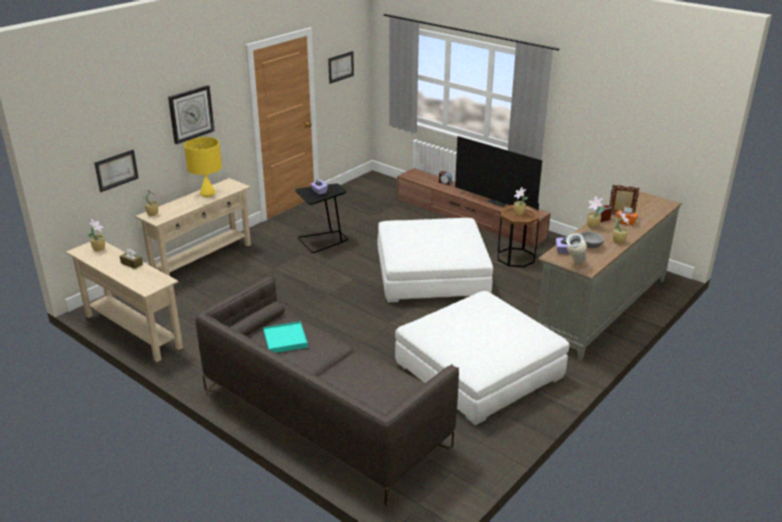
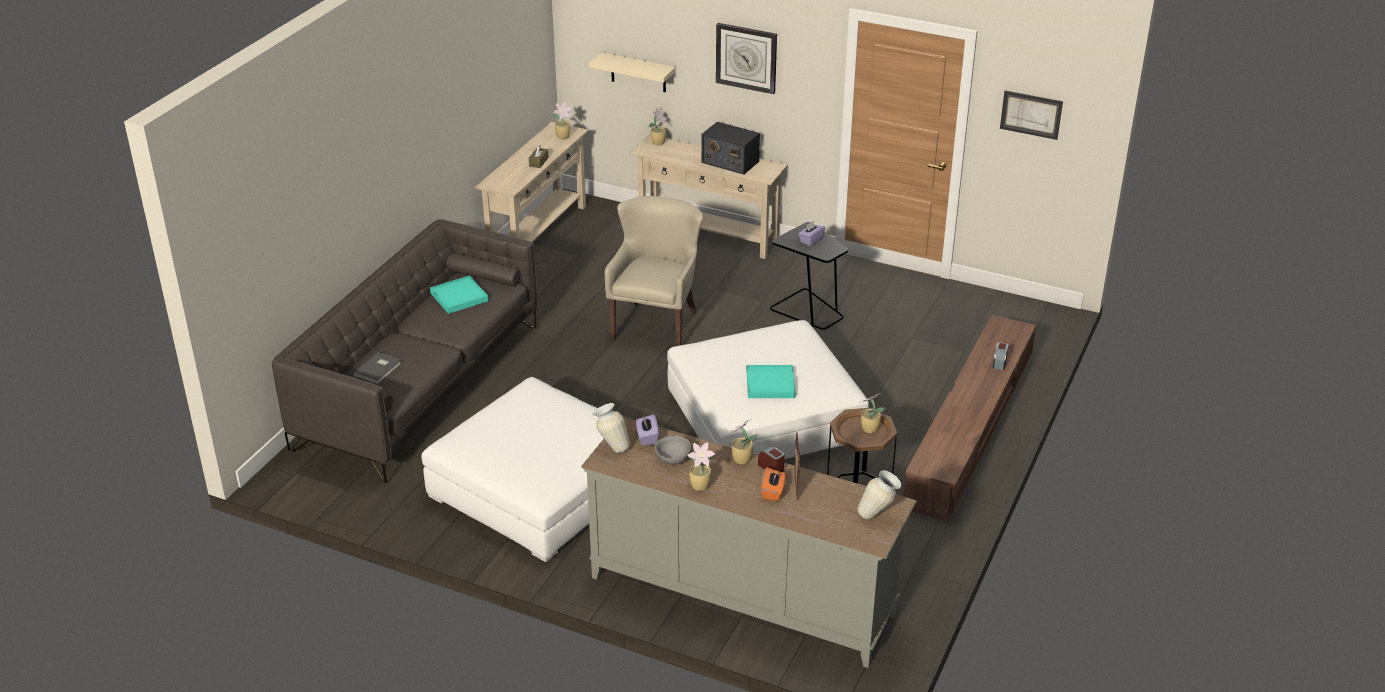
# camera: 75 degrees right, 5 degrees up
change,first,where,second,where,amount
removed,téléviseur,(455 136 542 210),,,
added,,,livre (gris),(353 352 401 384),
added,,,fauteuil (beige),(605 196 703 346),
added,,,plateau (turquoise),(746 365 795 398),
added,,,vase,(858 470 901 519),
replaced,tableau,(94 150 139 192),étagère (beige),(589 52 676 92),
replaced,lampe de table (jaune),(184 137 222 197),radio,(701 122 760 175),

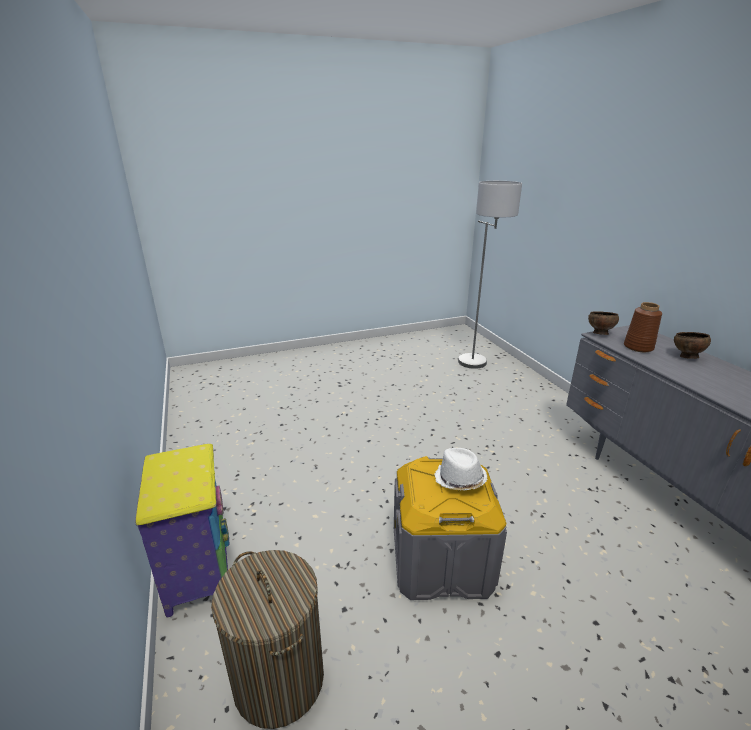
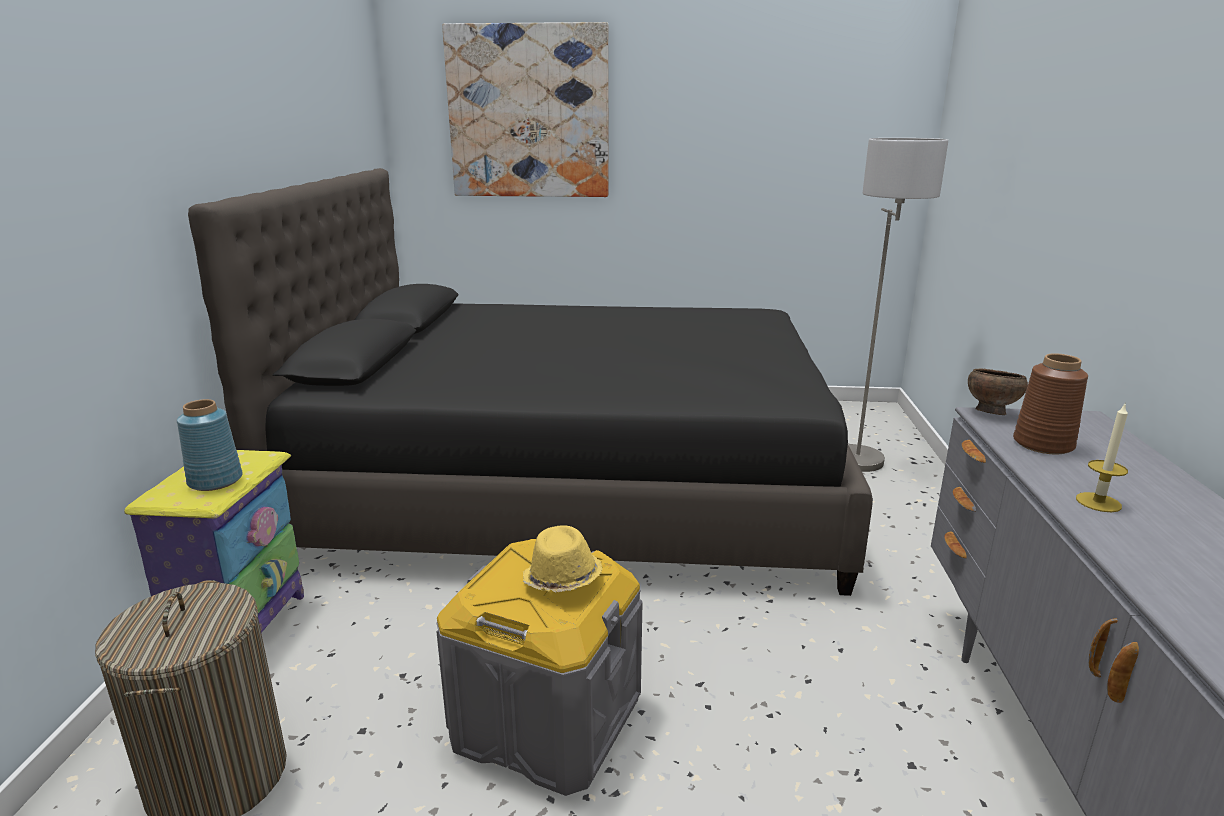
# camera: 25 degrees right, 5 degrees down
change,first,where,second,where,amount
removed,bol (marron),(674 332 711 359),,,
added,,,vase (bleu),(177 399 243 491),
added,,,lit (noir),(188 168 873 596),
added,,,tableau,(442 22 609 197),
added,,,bougie,(1076 402 1128 512),
recoloured,chapeau (blanc),(435 448 487 491),chapeau (jaune),(523 525 602 592),

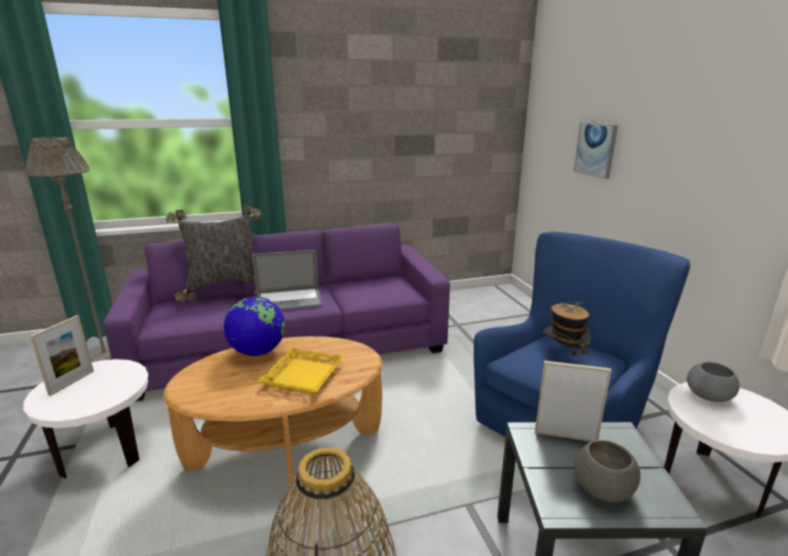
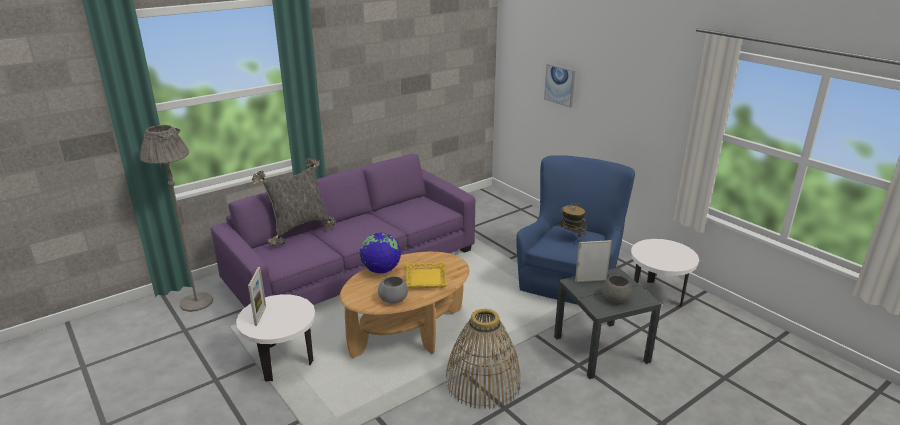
# camera: 20 degrees left, 5 degrees up
change,first,where,second,where,amount
removed,ordinateur portable,(253 250 322 310),,,
moved,bol (gris),(687 362 740 402),,(378 276 408 304),

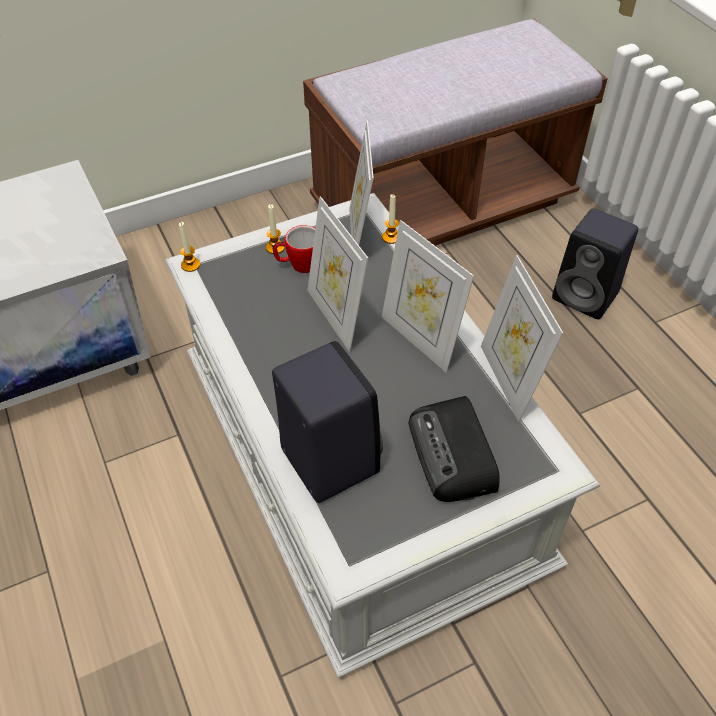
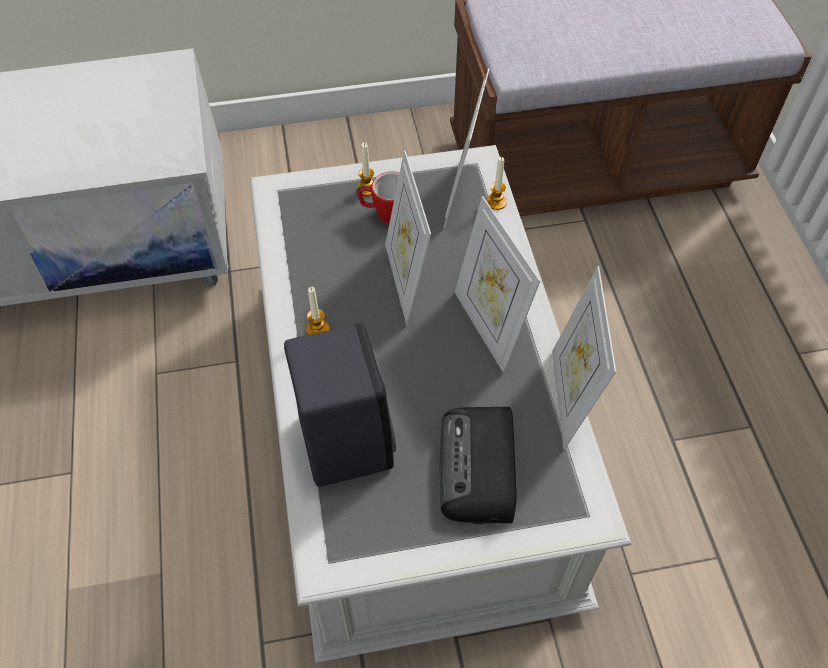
# camera: 15 degrees right, 5 degrees up
change,first,where,second,where,amount
removed,enceinte (noir),(552 208 638 319),,,
moved,bougie,(179 222 200 272),,(306 287 329 335),

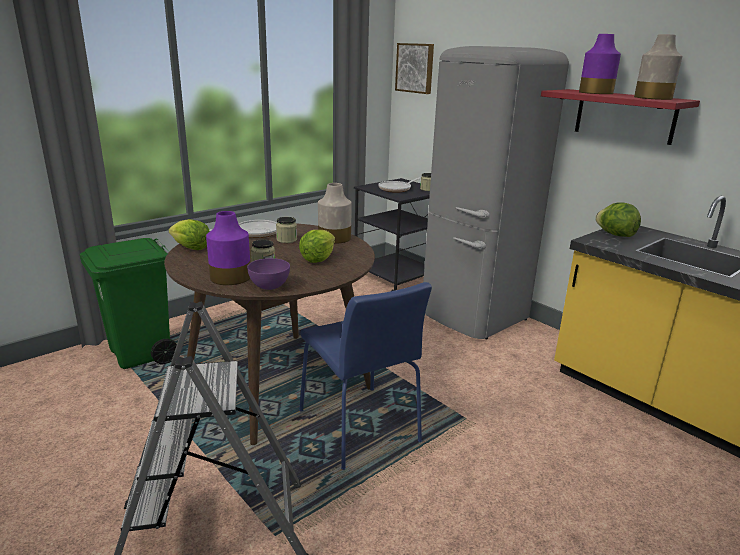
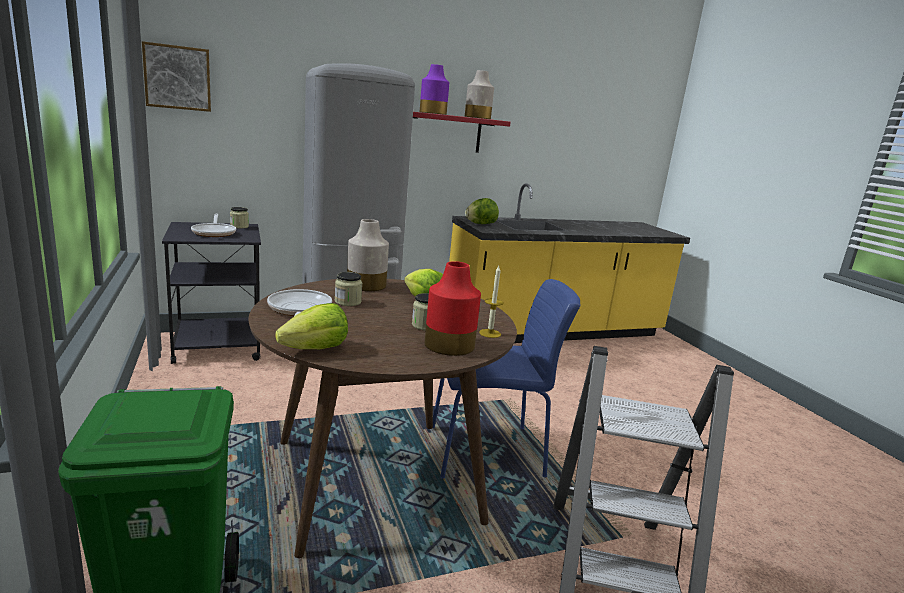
# camera: 70 degrees left, 5 degrees down
change,first,where,second,where,amount
replaced,bol (violet),(247 258 290 290),bougie,(479 266 504 338),
recoloured,vase (violet),(206 211 250 285),vase (rouge),(424 261 481 356),

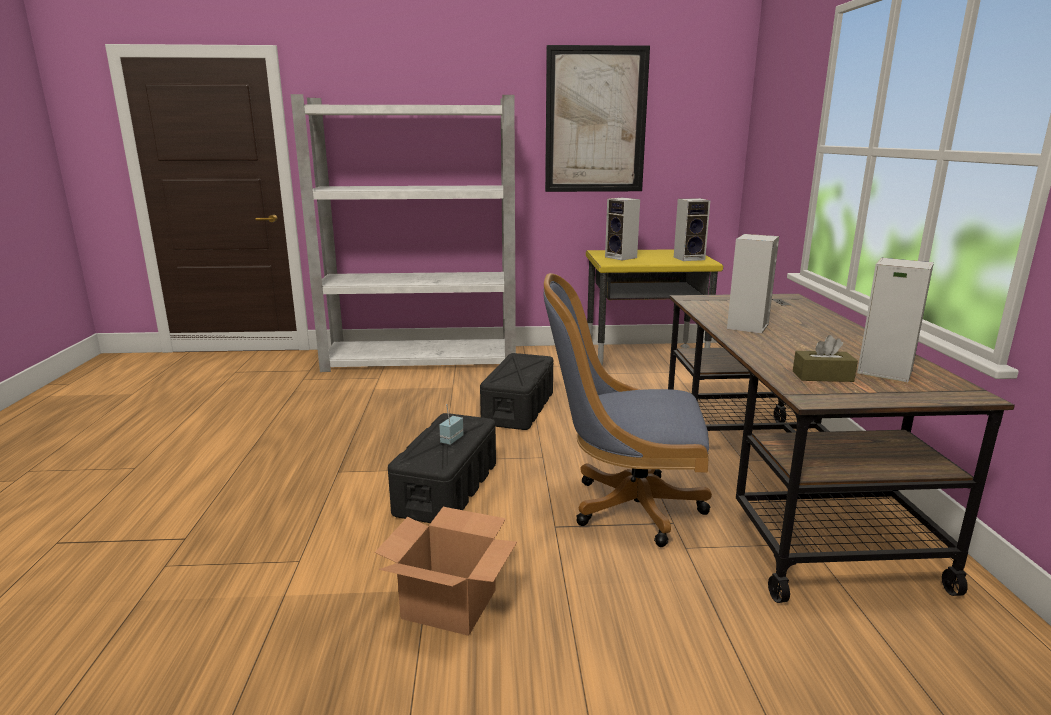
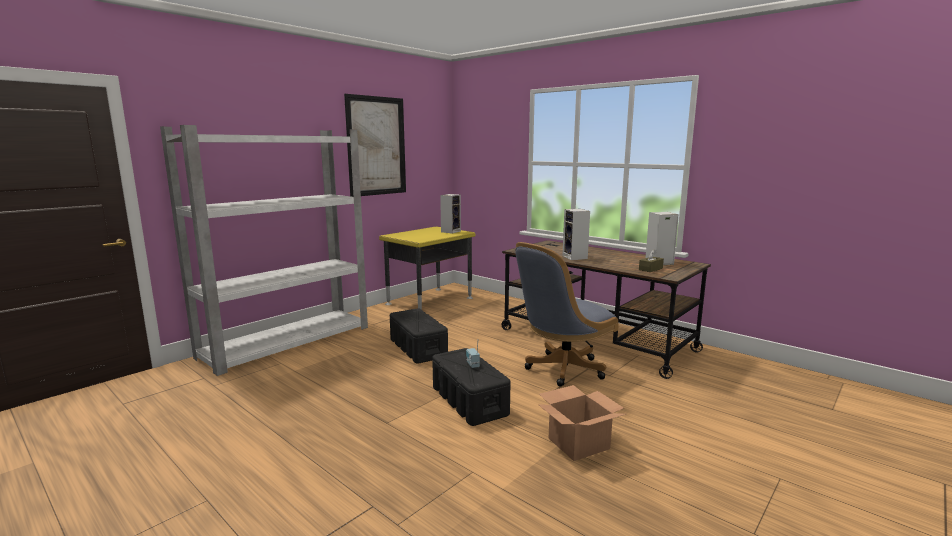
# camera: 45 degrees left, 5 degrees down
change,first,where,second,where,amount
removed,enceinte,(605 197 640 261),,,

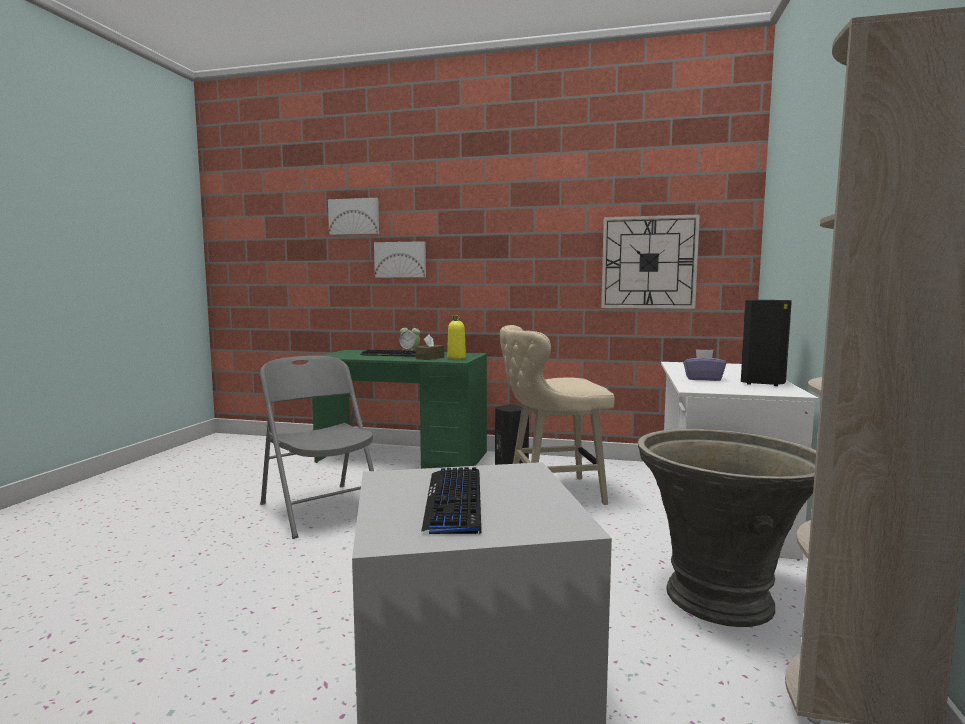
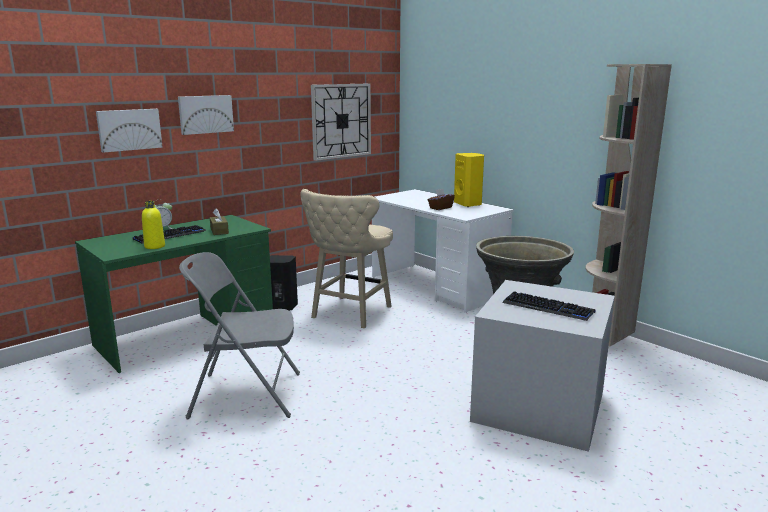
# camera: 55 degrees left, 10 degrees up
change,first,where,second,where,amount
moved,tableau,(328 198 379 235),,(178 95 234 135),
moved,bouteille (jaune),(447 315 466 359),,(142 201 165 249),
recoloured,boîte à mouchoirs (violet),(683 349 726 381),boîte à mouchoirs (marron),(428 189 455 210),
recoloured,enceinte (noir),(741 300 792 386),enceinte (jaune),(454 153 484 207),

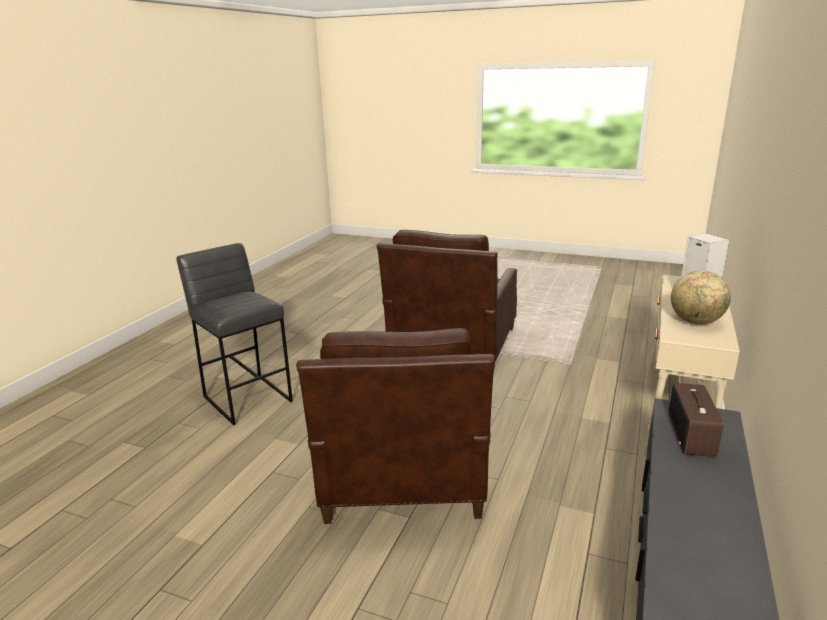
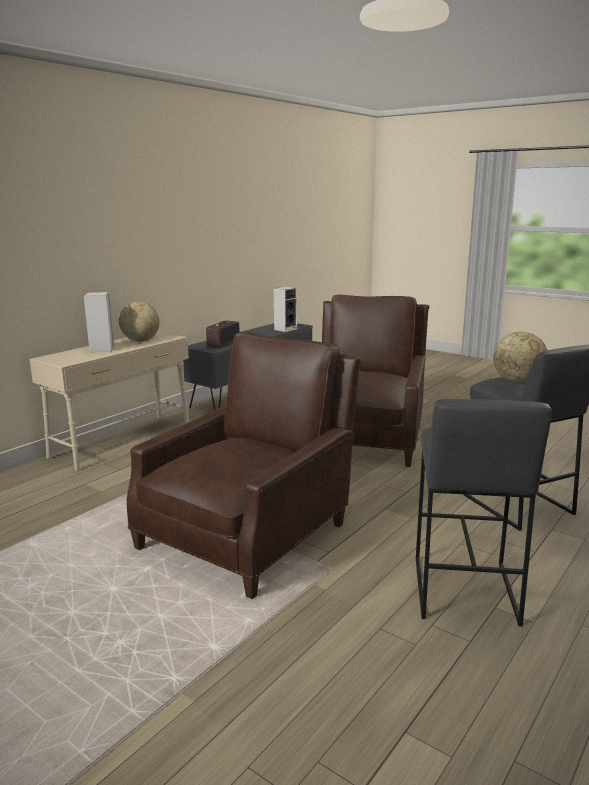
# camera: 165 degrees left, 5 degrees down
change,first,where,second,where,amount
added,,,enceinte,(274 286 297 332),
added,,,tabouret (gris),(416 399 552 626),
added,,,globe,(493 332 547 383),

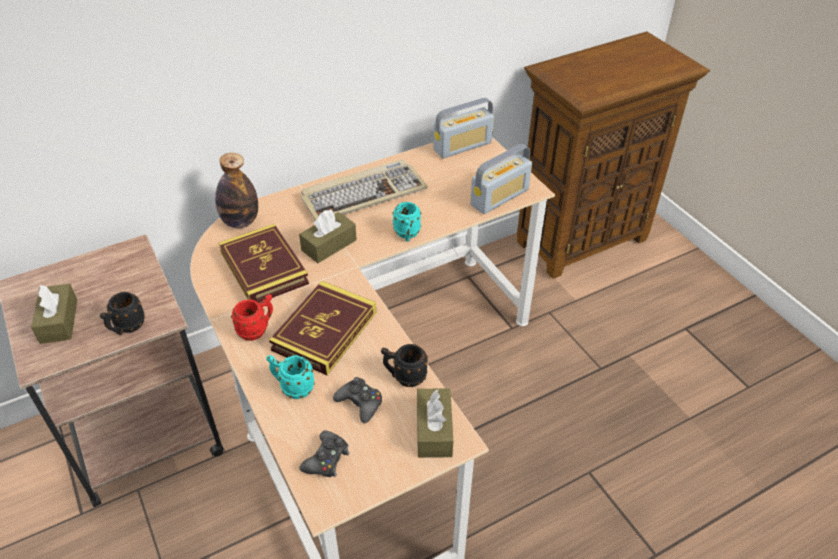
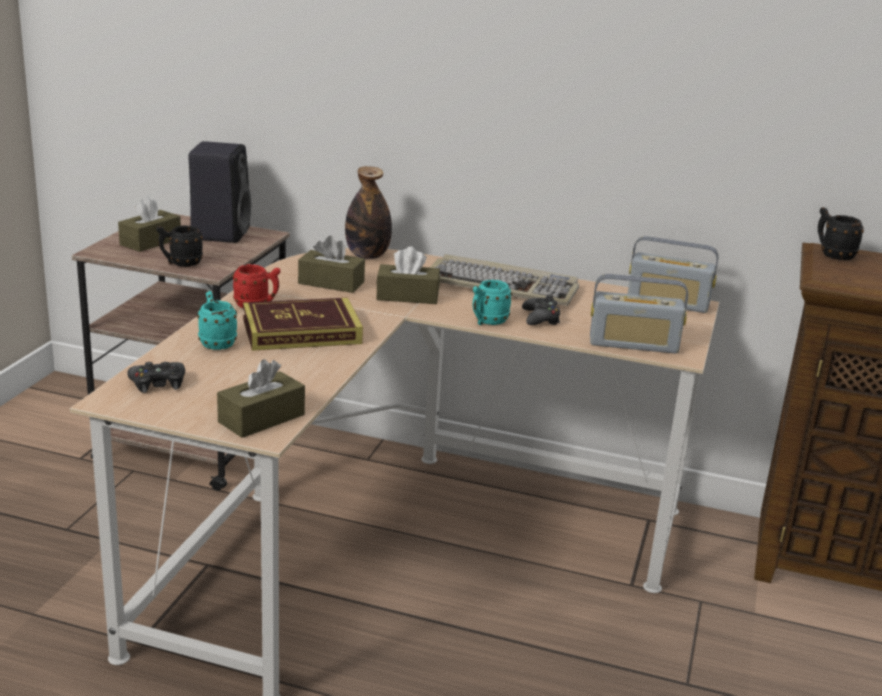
# camera: 45 degrees right, 20 degrees down
change,first,where,second,where,amount
added,,,enceinte (noir),(188 141 251 243),
moved,manette (noir),(333 377 382 423),,(522 295 560 325),
moved,mug (noir),(381 344 428 387),,(818 207 864 260),
replaced,livre,(219 224 309 303),boîte à mouchoirs (marron),(298 235 365 293),

